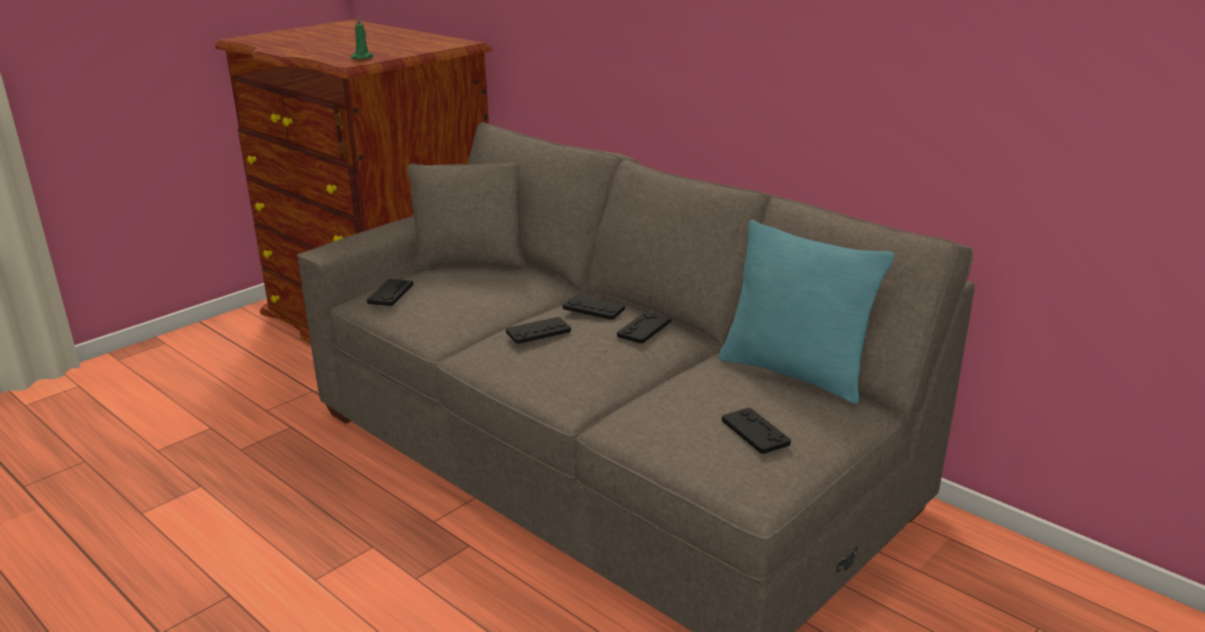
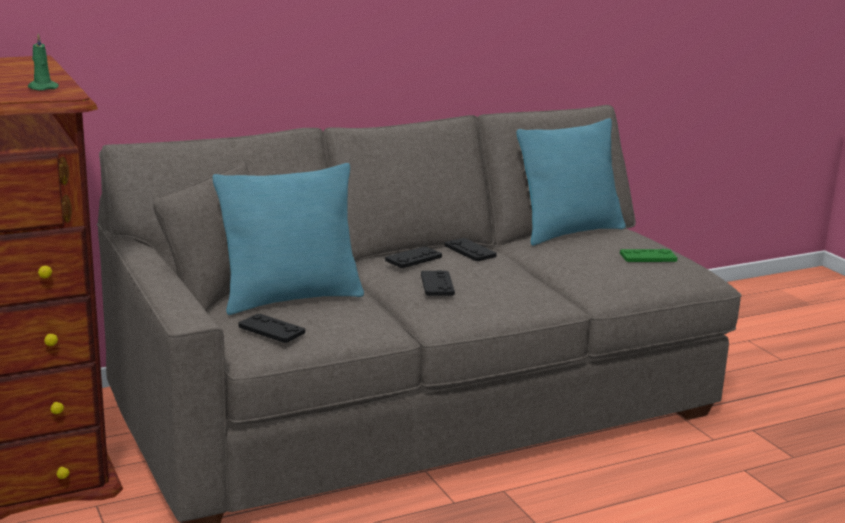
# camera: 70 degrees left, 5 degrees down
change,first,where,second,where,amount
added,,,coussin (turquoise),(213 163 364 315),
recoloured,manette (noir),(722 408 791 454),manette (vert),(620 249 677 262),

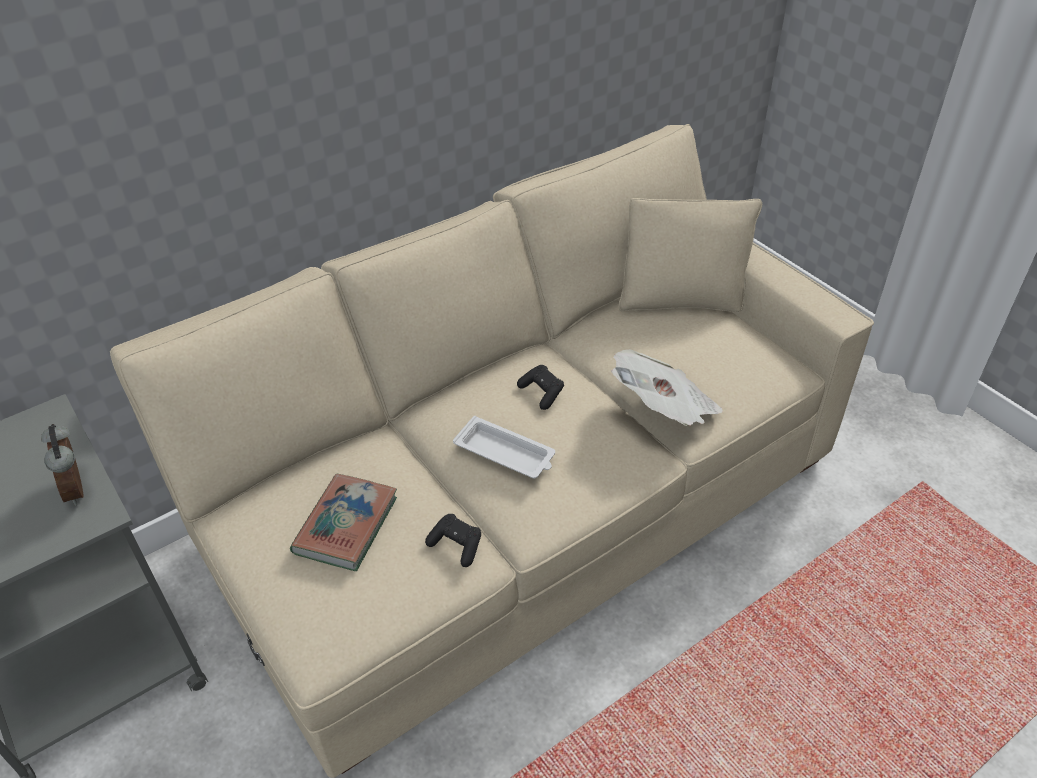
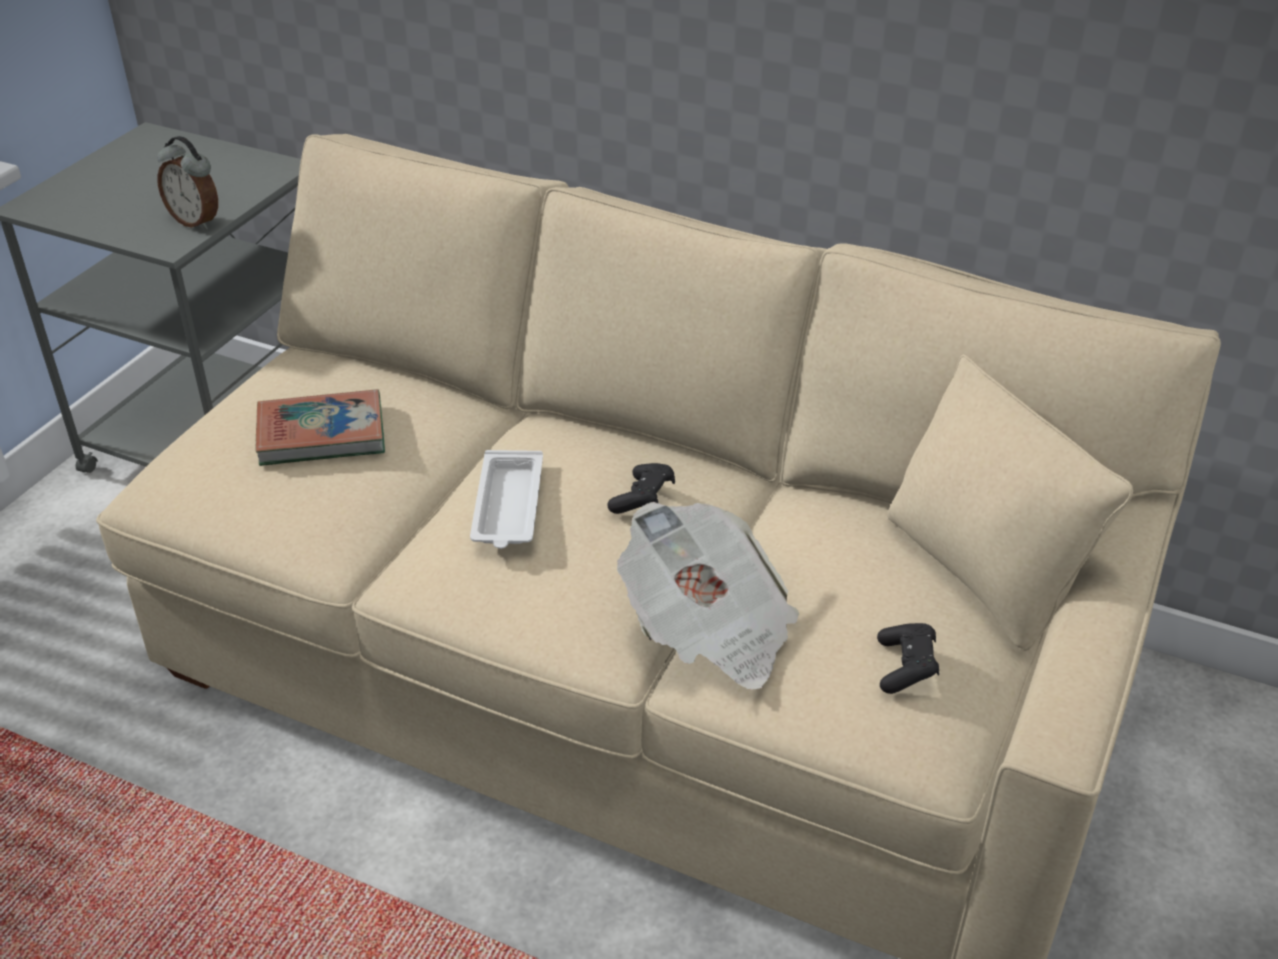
# camera: 60 degrees right, 5 degrees down
change,first,where,second,where,amount
moved,manette (noir),(425 514 481 567),,(877 623 939 694),
turned,réveil,(41 424 83 506),,(157 136 218 230),90 degrees counterclockwise

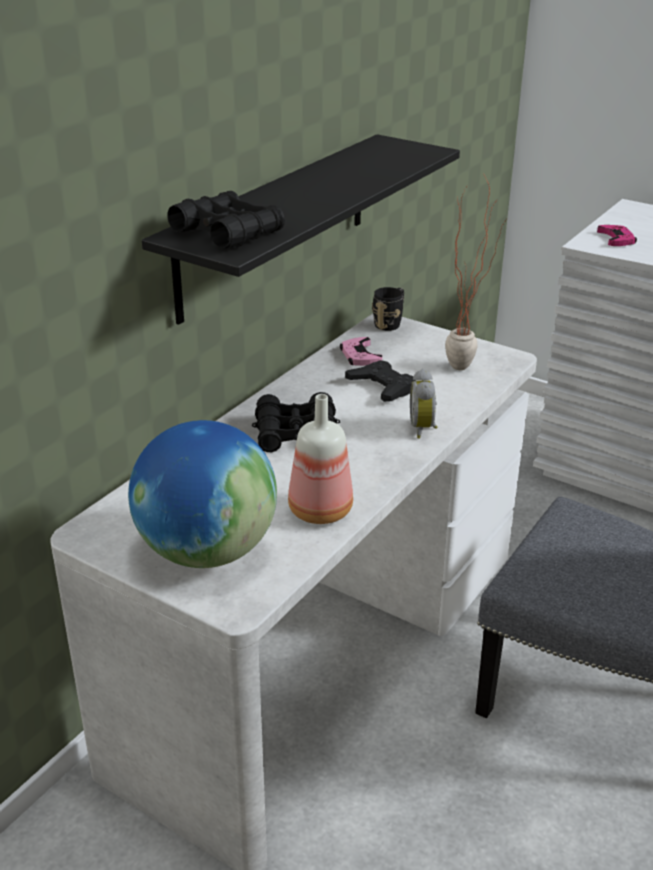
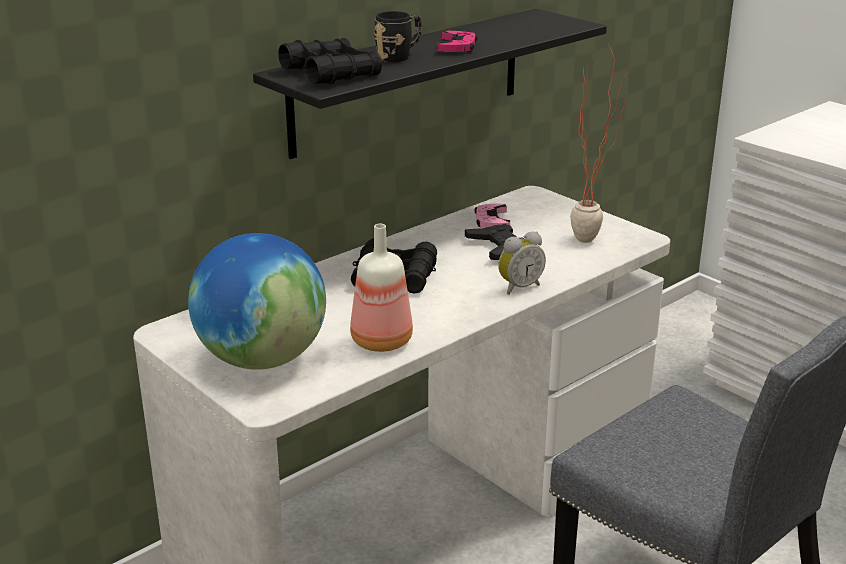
# camera: 15 degrees right, 5 degrees down
change,first,where,second,where,amount
moved,mug (noir),(372 287 404 331),,(374 11 421 62),
moved,manette (rose),(597 225 637 246),,(436 31 478 52),
turned,réveil,(410 369 437 438),,(498 231 546 295),135 degrees counterclockwise

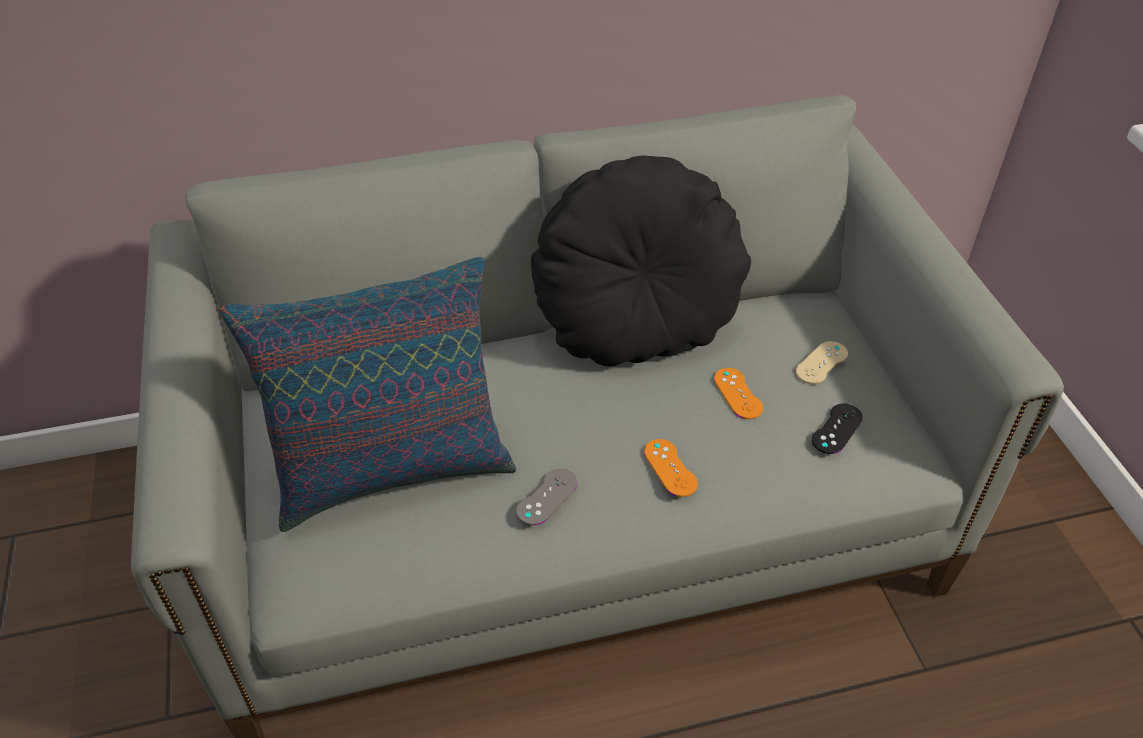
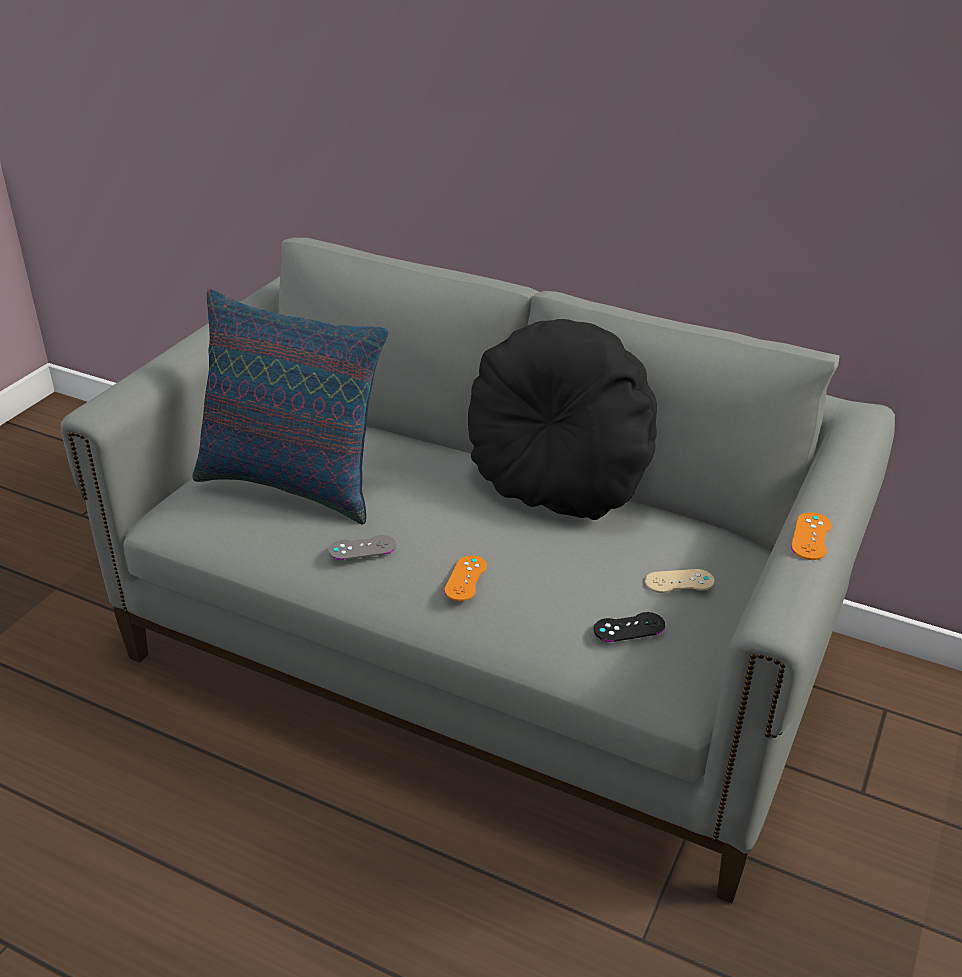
# camera: 40 degrees right, 10 degrees down
change,first,where,second,where,amount
moved,manette (orange),(714 368 763 419),,(791 512 832 560),

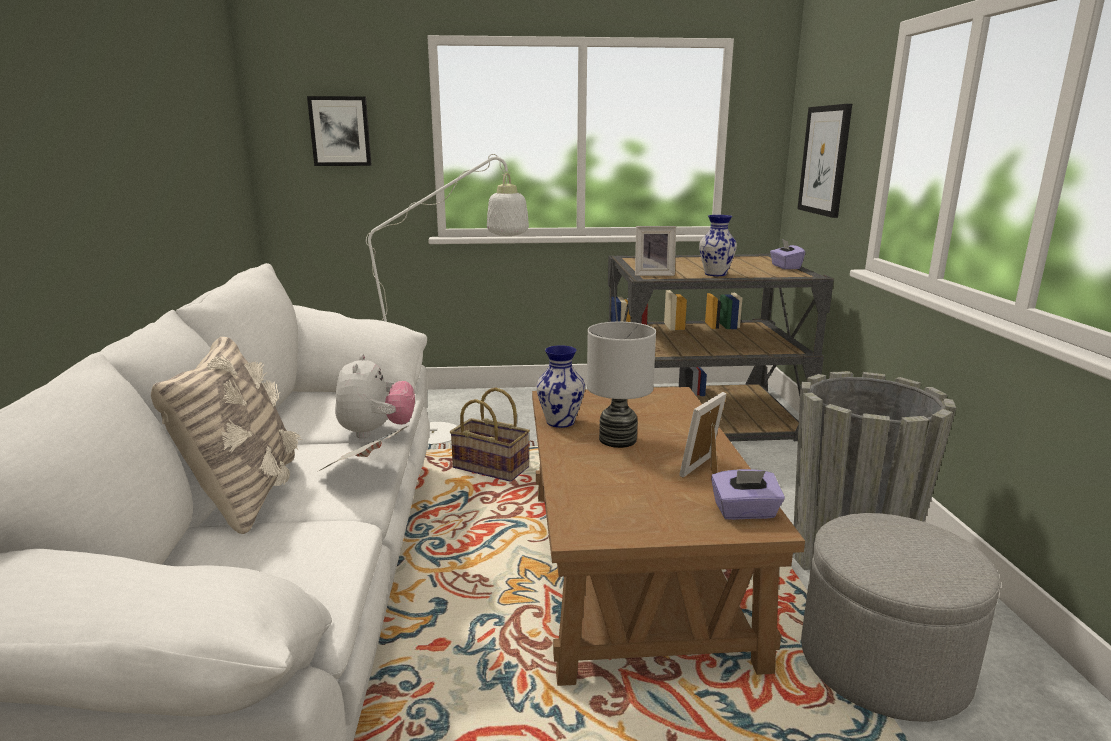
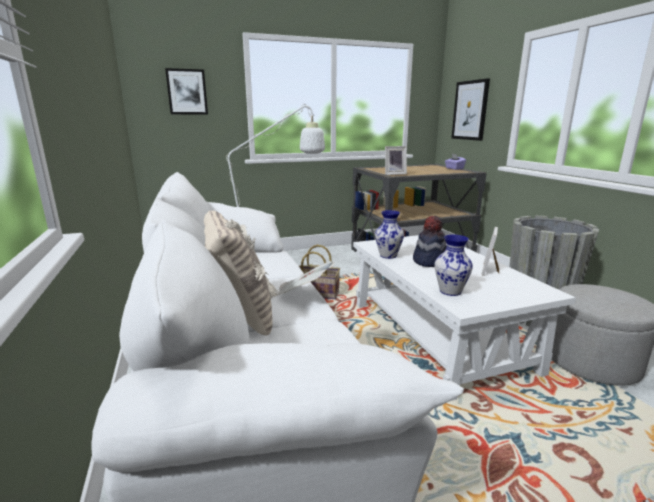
# camera: 15 degrees left, 0 degrees up
change,first,where,second,where,amount
removed,peluche,(335 354 415 439),,,
removed,boîte à mouchoirs (violet),(711 469 785 520),,,
moved,vase,(699 215 737 276),,(435 235 473 296),
replaced,lampe de table (gris),(587 322 656 448),chapeau,(413 216 447 267),
recoloured,table basse (marron),(532 387 805 686),table basse (blanc),(353 235 576 401),

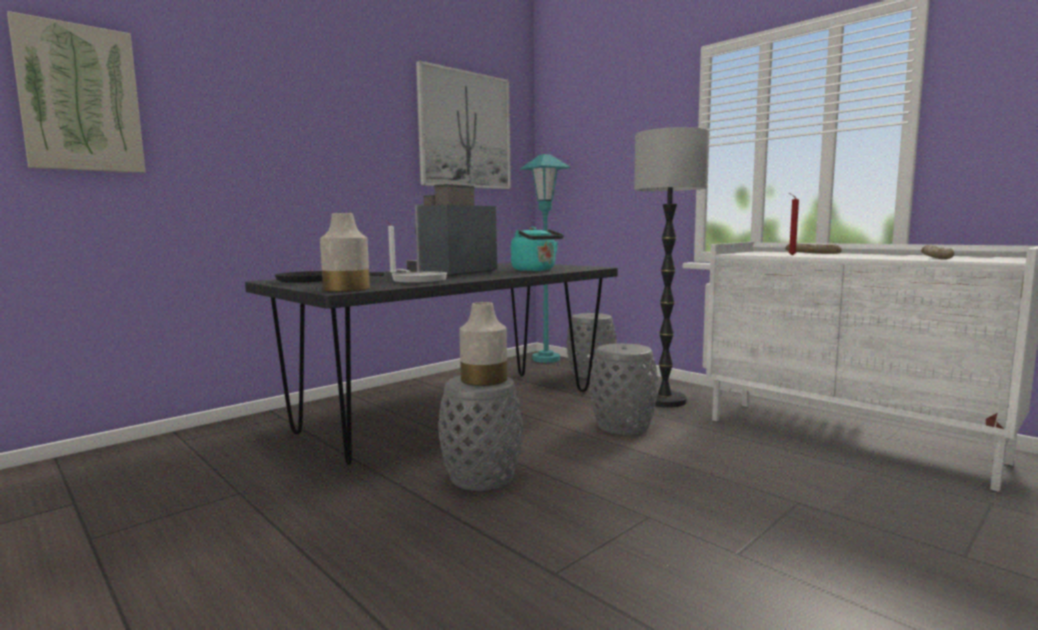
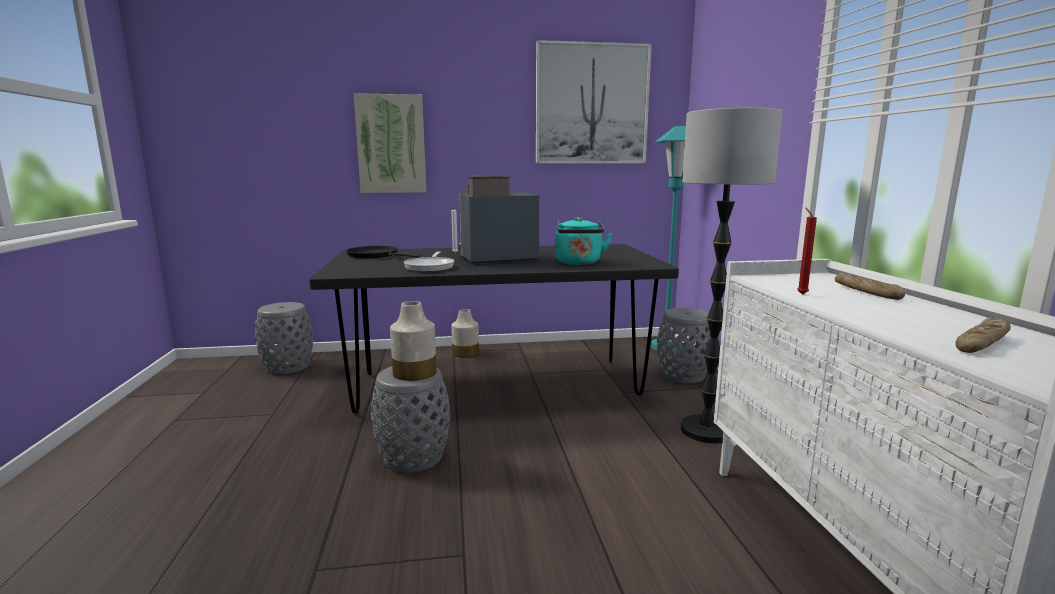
# camera: 35 degrees right, 5 degrees up
change,first,where,second,where,amount
moved,tableau,(7 11 145 173),,(354 93 426 193),
moved,vase (beige),(320 213 370 292),,(451 309 479 358),
moved,tabouret (gris),(590 343 658 435),,(255 302 313 374),

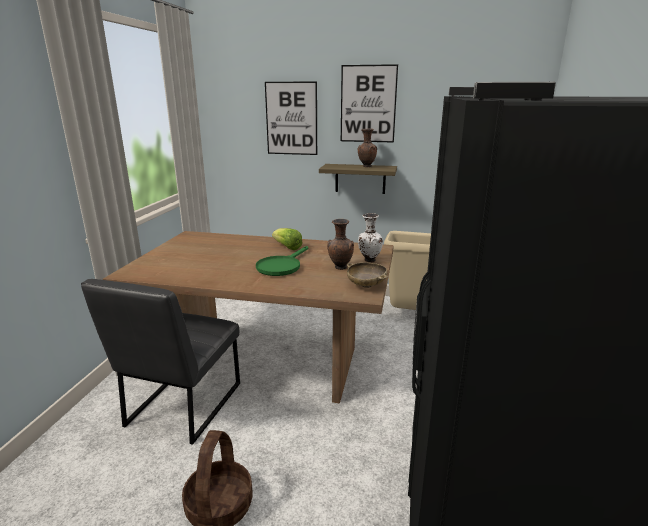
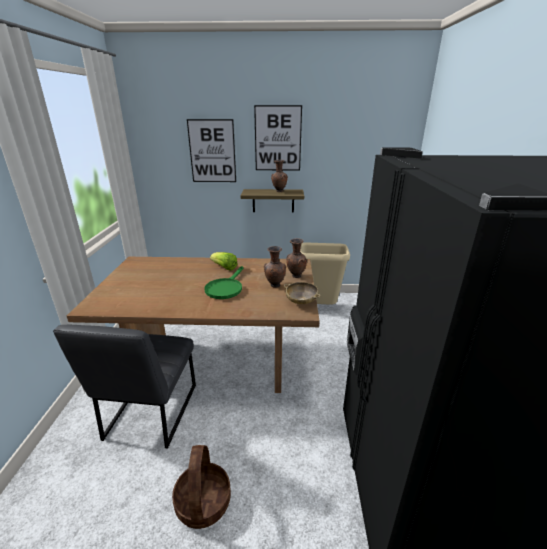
# camera: 10 degrees left, 5 degrees up
change,first,where,second,where,amount
recoloured,vase (blanc),(358 213 383 263),vase (marron),(286 238 307 278),

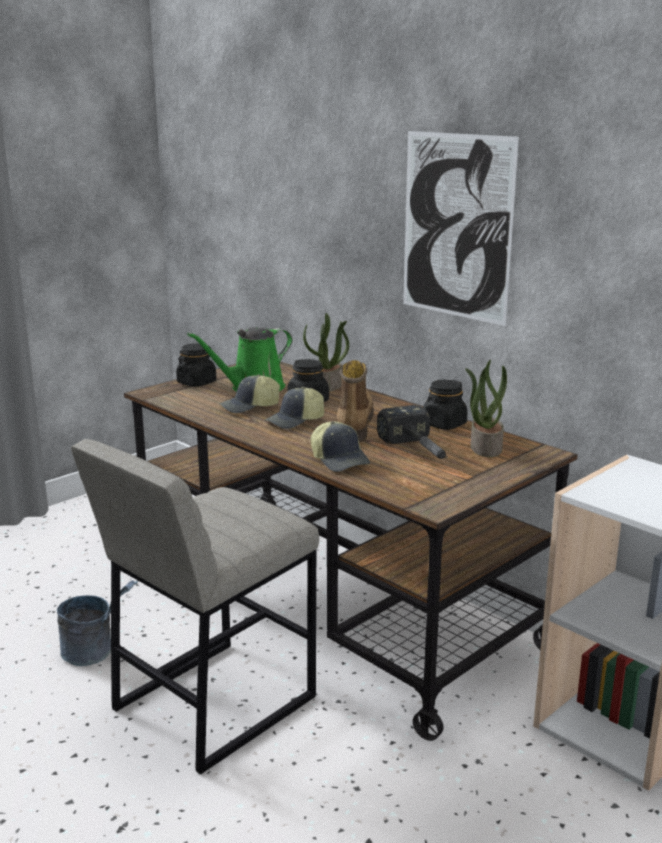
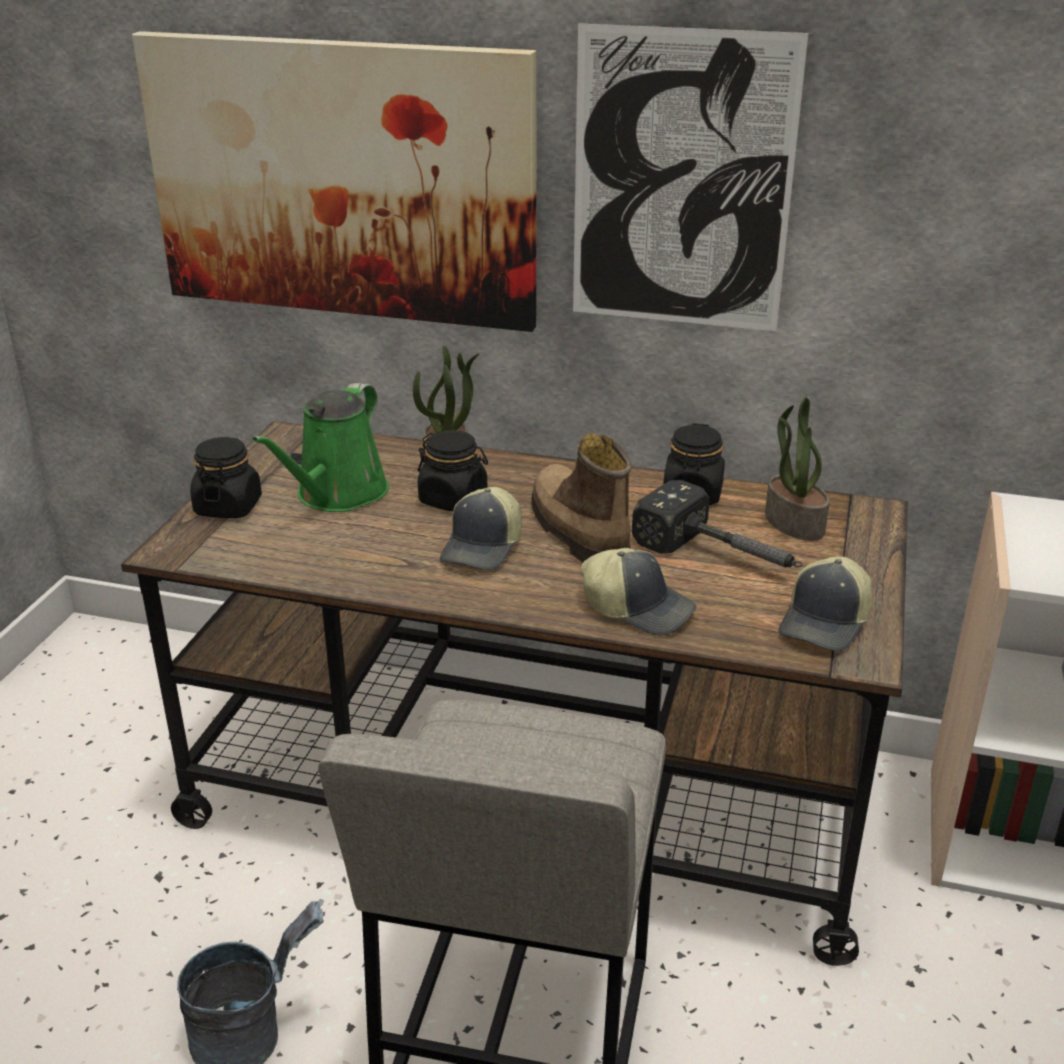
# camera: 30 degrees left, 10 degrees up
change,first,where,second,where,amount
added,,,tableau,(132 31 537 332),
moved,casquette,(219 374 280 414),,(778 557 872 651),

